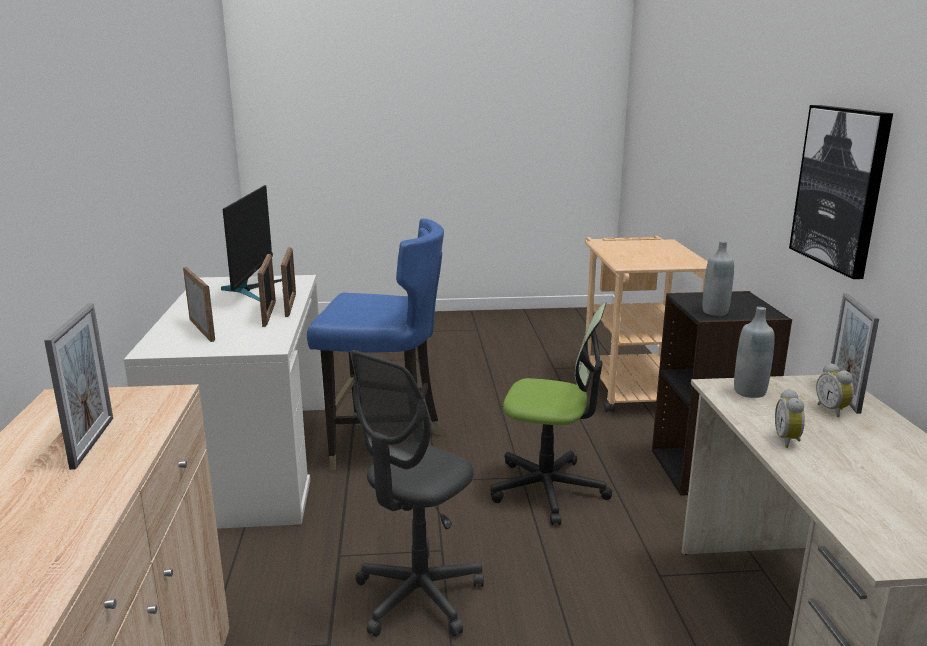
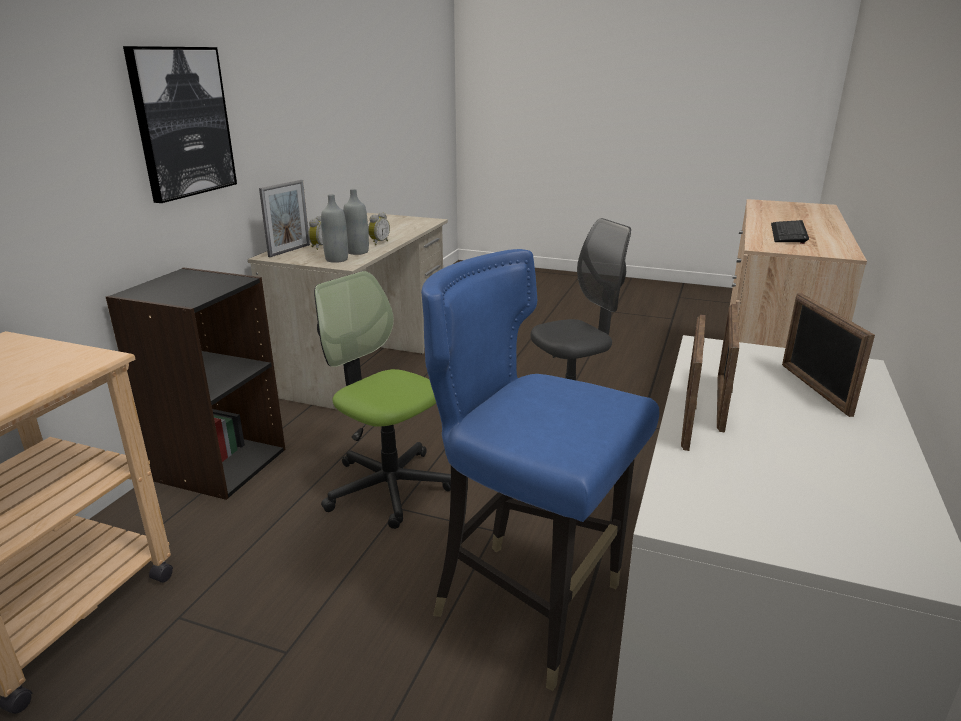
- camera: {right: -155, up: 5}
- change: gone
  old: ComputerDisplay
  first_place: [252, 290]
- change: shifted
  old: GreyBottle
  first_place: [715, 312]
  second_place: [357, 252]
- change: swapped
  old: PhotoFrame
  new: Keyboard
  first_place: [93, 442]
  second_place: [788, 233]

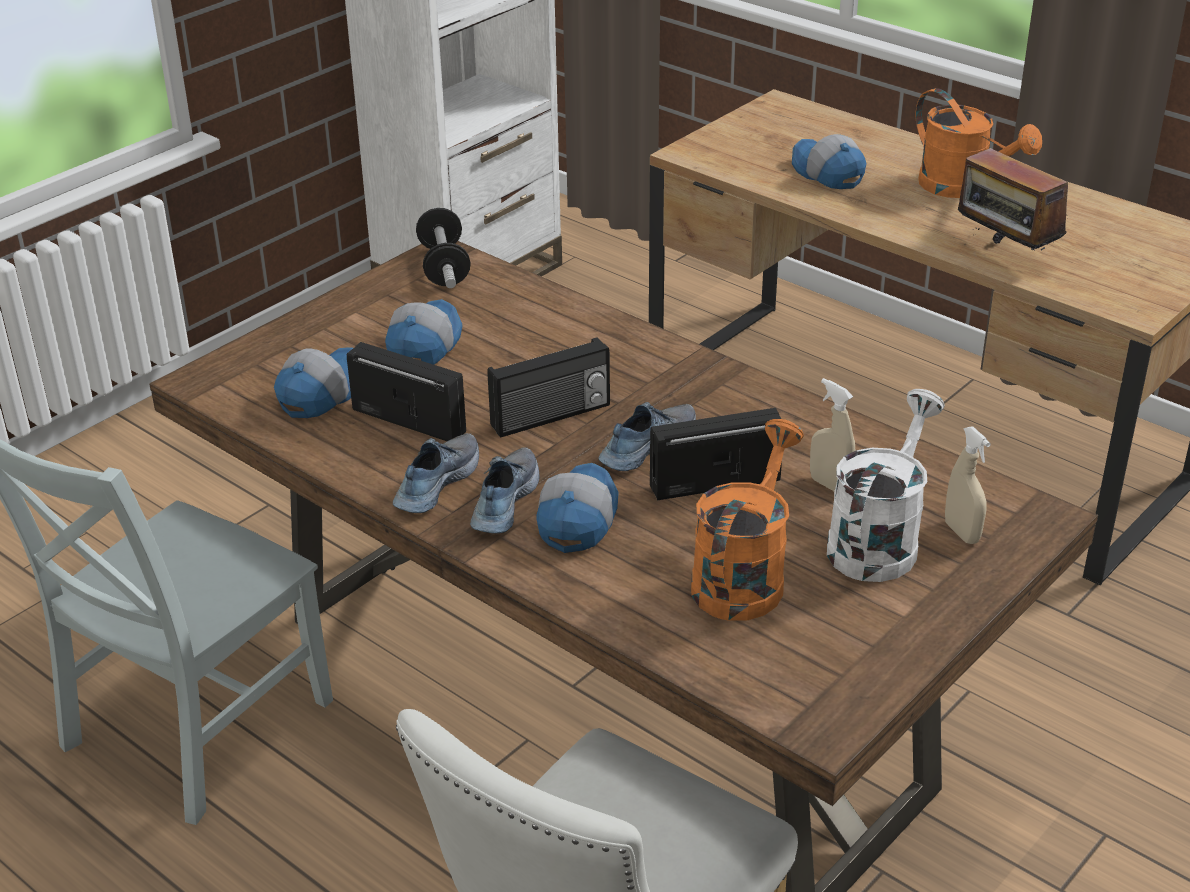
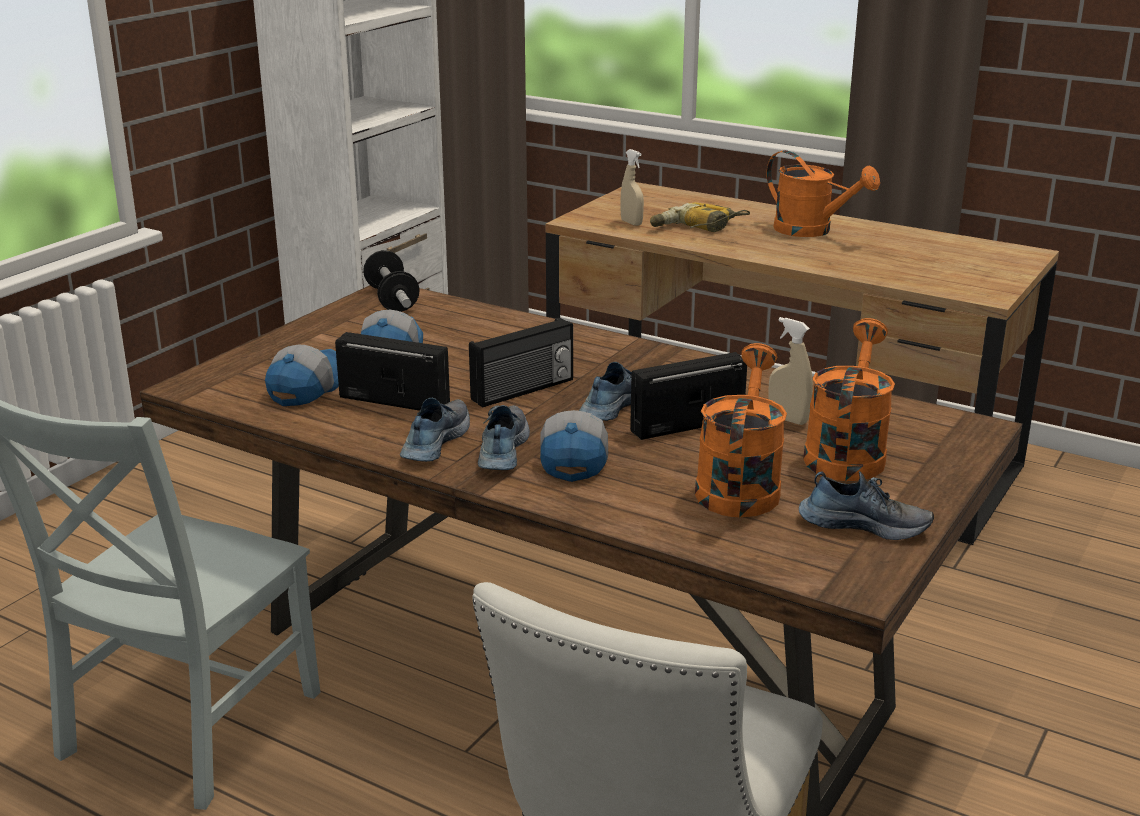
- camera: {right: -10, up: -10}
- change: gone
  old: RadioSet
  first_place: [1004, 253]
- change: new
  new: LowShoe
  second_place: [864, 524]
- change: shifted
  old: SandColouredSprayBottle
  first_place: [962, 533]
  second_place: [631, 223]
- change: swapped
  old: PeakedCap
  new: ElectricDrill
  first_place: [826, 174]
  second_place: [697, 228]
- change: repainted
  old: WhitishWateringPot
  new: OrangeyWateringPot
  first_place: [878, 540]
  second_place: [846, 453]

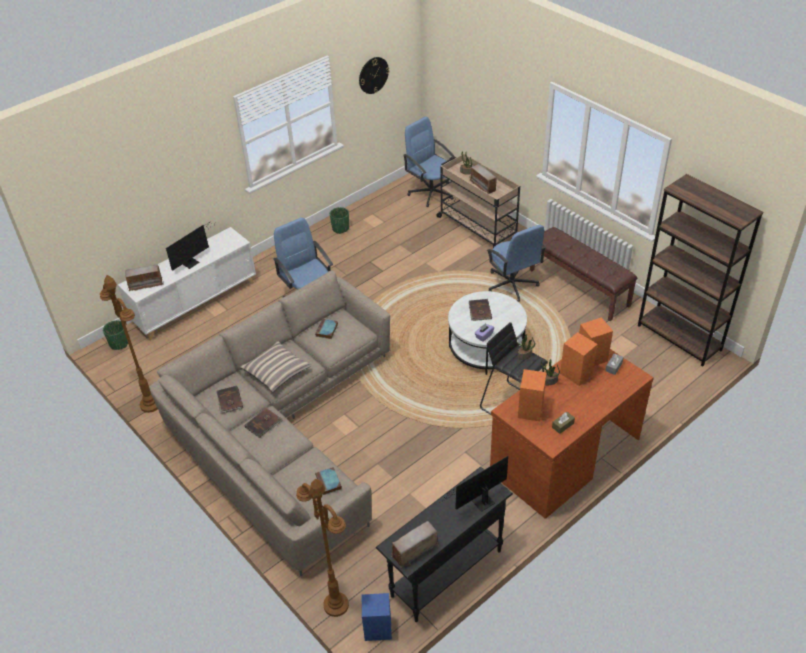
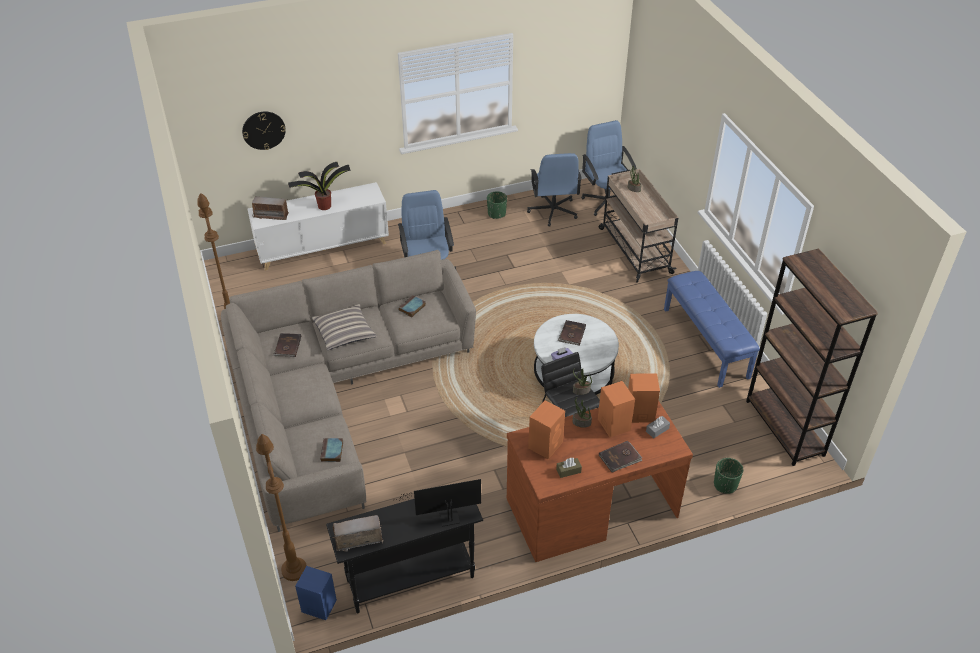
- camera: {right: 20, up: 0}
- change: gone
  old: RadioSet
  first_place: [483, 186]
- change: shifted
  old: GreenishFlowerPot
  first_place: [119, 343]
  second_place: [725, 485]
- change: shifted
  old: BrownBoundBook
  first_place: [263, 424]
  second_place: [620, 458]
- change: shifted
  old: ClockOnTheWall
  first_place: [373, 75]
  second_place: [263, 130]
- change: shifted
  old: BlueComputerChair
  first_place: [512, 285]
  second_place: [553, 211]
- change: swapped
  old: ComputerDisplay
  new: PottedPlant
  first_place: [192, 262]
  second_place: [323, 206]
- change: repainted
  old: BrownLongSeat
  new: BlueLongSeat
  first_place: [579, 287]
  second_place: [706, 343]

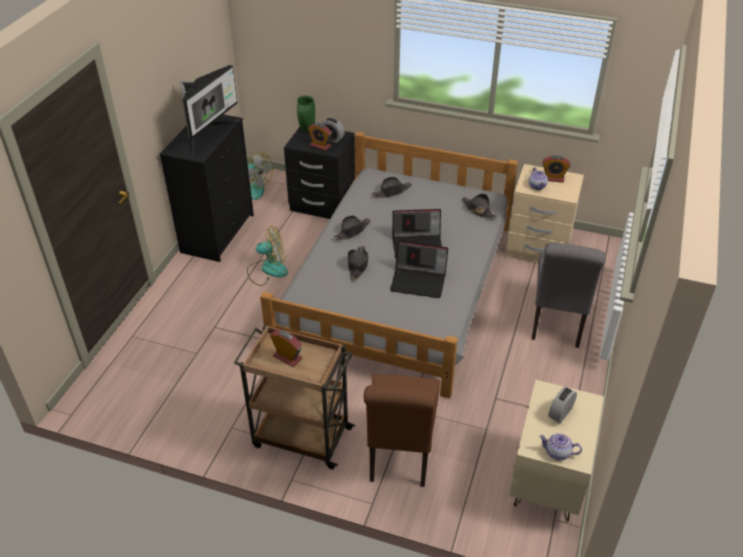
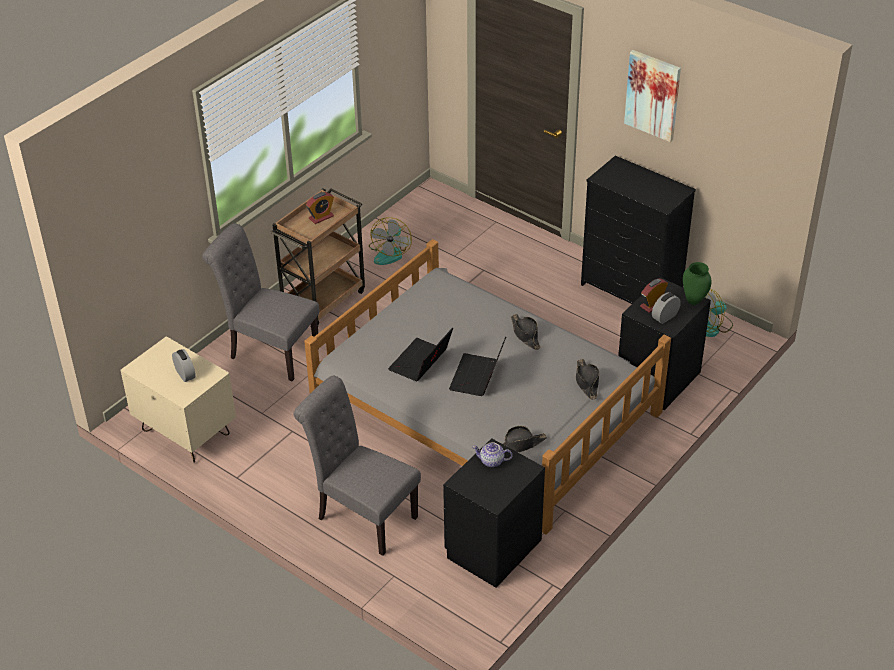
- camera: {right: 110, up: 0}
- change: gone
  old: ComputerDisplay
  first_place: [208, 135]
- change: gone
  old: BlackishWearableHat
  first_place: [357, 266]
- change: gone
  old: PotForTea
  first_place: [558, 453]
- change: gone
  old: TableClock
  first_place: [553, 178]
- change: new
  new: WallPicture
  second_place: [653, 95]
- change: shifted
  old: ElectricFan
  first_place: [267, 270]
  second_place: [390, 252]
- change: repainted
  old: BrownUprightChair
  new: GreyUprightChair
  first_place: [400, 455]
  second_place: [269, 352]
- change: repainted
  old: SandColouredNightstand
  new: BlackishNightstand
  first_place: [537, 249]
  second_place: [492, 548]

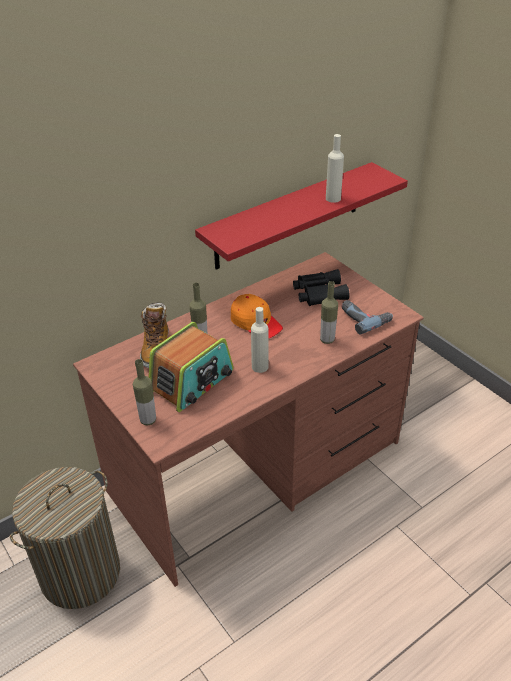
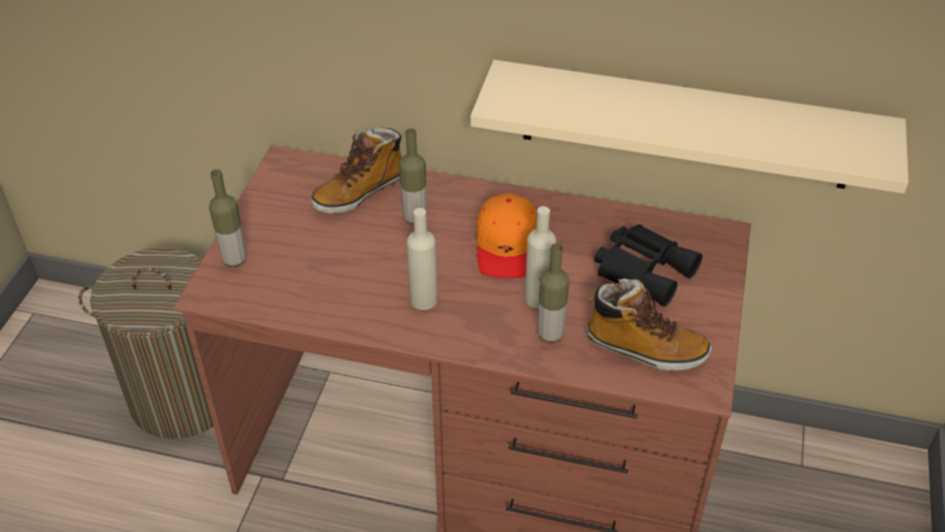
- camera: {right: 50, up: 5}
- change: gone
  old: RadioSet
  first_place: [192, 382]
- change: shifted
  old: SandColouredBottle
  first_place: [333, 198]
  second_place: [538, 298]
- change: swapped
  old: ElectricDrill
  new: TallBoot
  first_place: [364, 318]
  second_place: [645, 348]
- change: repainted
  old: RedBracketShelf
  new: SandColouredBracketShelf
  first_place: [289, 216]
  second_place: [686, 125]

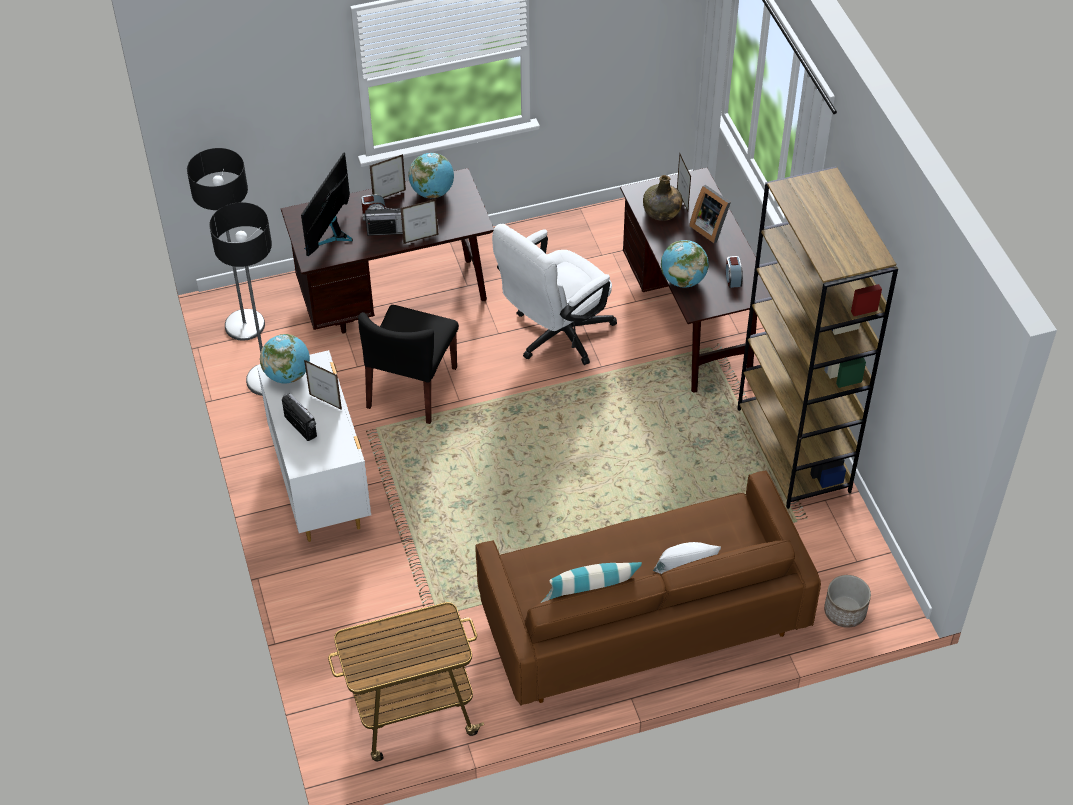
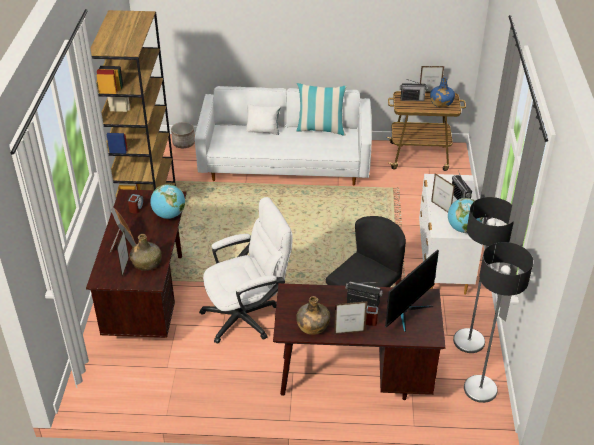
- camera: {right: -160, up: -10}
- change: new
  new: RadioSet
  second_place: [412, 99]
- change: new
  new: BlueBottle
  second_place: [441, 103]
- change: shifted
  old: PhotoFrame
  first_place: [421, 239]
  second_place: [429, 92]
- change: swapped
  old: WorldGlobe
  new: GreenishBottle
  first_place: [432, 192]
  second_place: [312, 326]
- change: repainted
  old: BrownSofa
  new: WhitishSofa
  first_place: [642, 618]
  second_place: [285, 163]

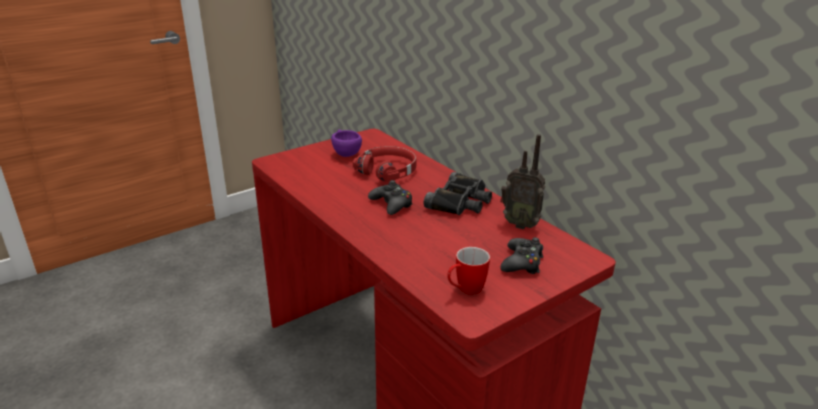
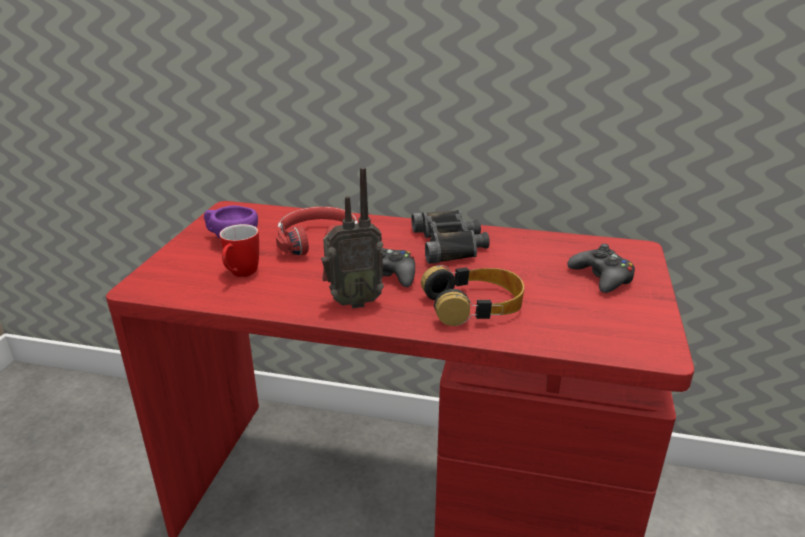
- camera: {right: -40, up: 0}
- change: new
  new: Headset
  second_place: [474, 305]
- change: shifted
  old: TeaMug
  first_place: [465, 290]
  second_place: [240, 275]
- change: shifted
  old: RadioSet
  first_place: [519, 224]
  second_place: [352, 302]

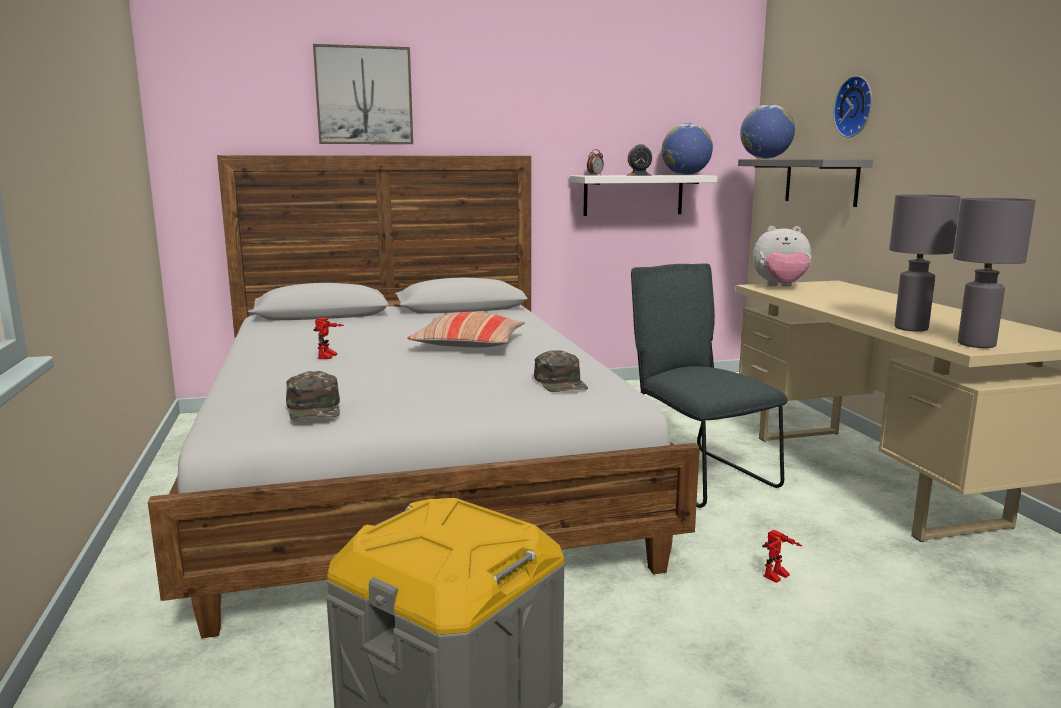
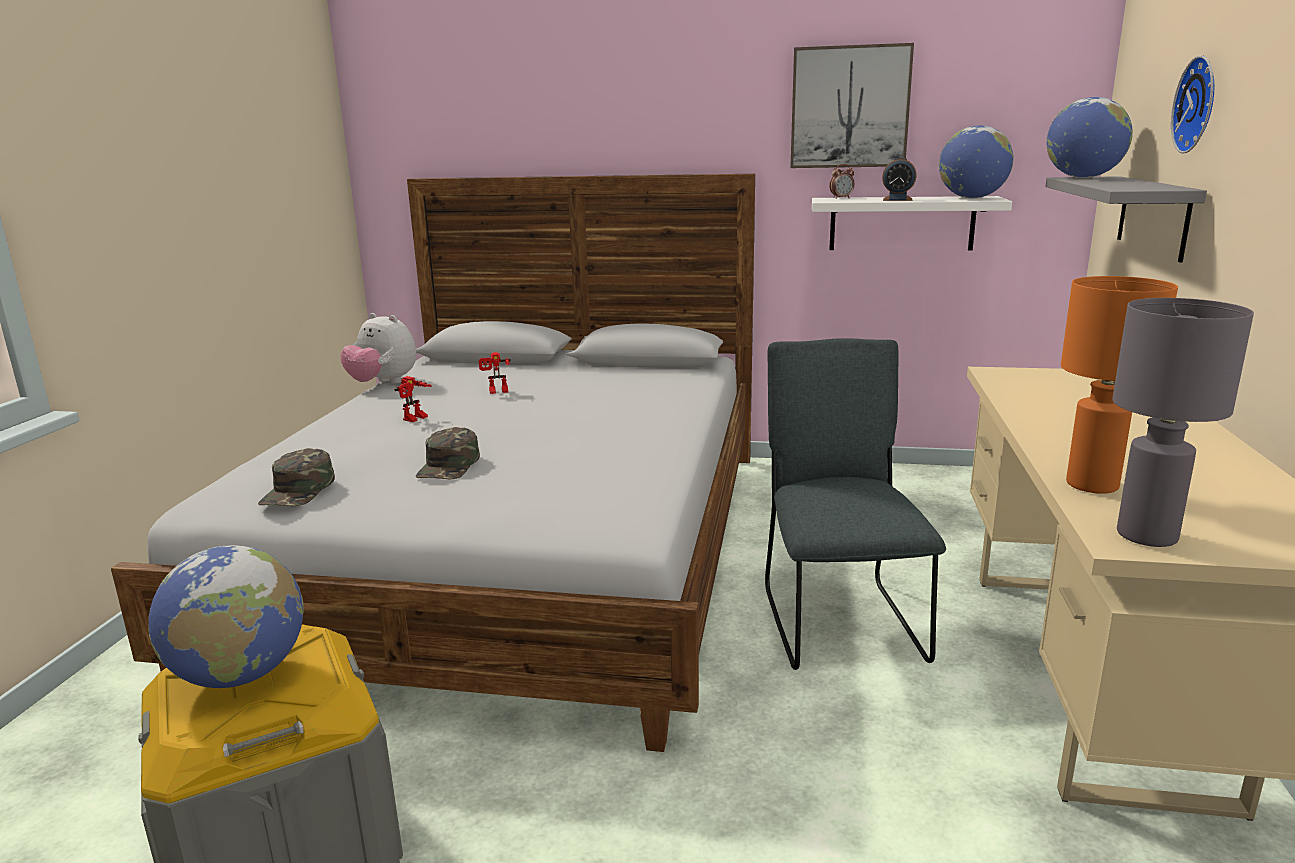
- camera: {right: 25, up: 5}
- change: gone
  old: Pillow
  first_place: [468, 345]
- change: new
  new: WorldGlobe
  second_place: [240, 675]
- change: shifted
  old: WallPicture
  first_place: [364, 96]
  second_place: [849, 107]
- change: shifted
  old: GreenishPeakedCap
  first_place: [561, 382]
  second_place: [449, 465]
- change: shifted
  old: CuddlyToy
  first_place: [781, 287]
  second_place: [383, 383]
- change: shifted
  old: ModelRobot
  first_place: [778, 578]
  second_place: [497, 392]
- change: repainted
  old: GreyLampForATable
  new: OrangeyLampForATable
  first_place: [911, 328]
  second_place: [1093, 485]

